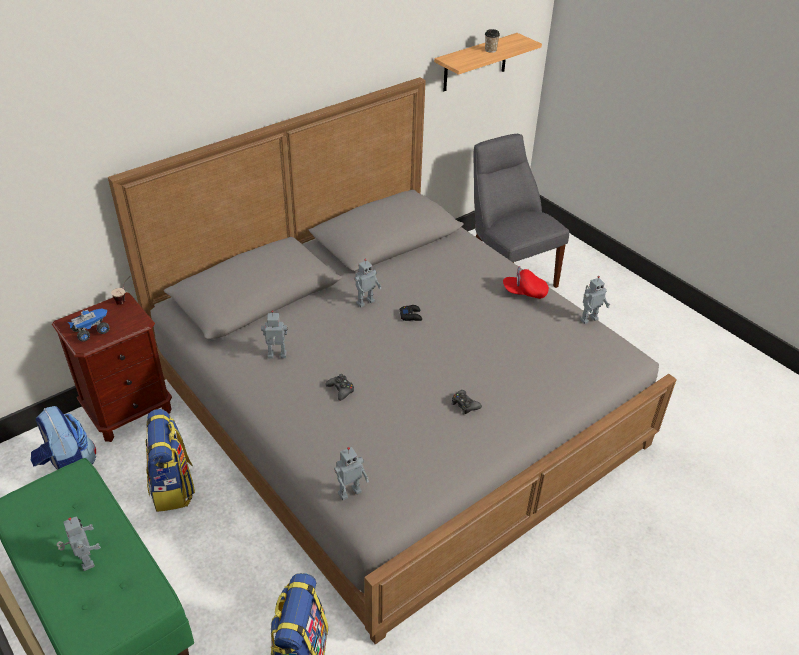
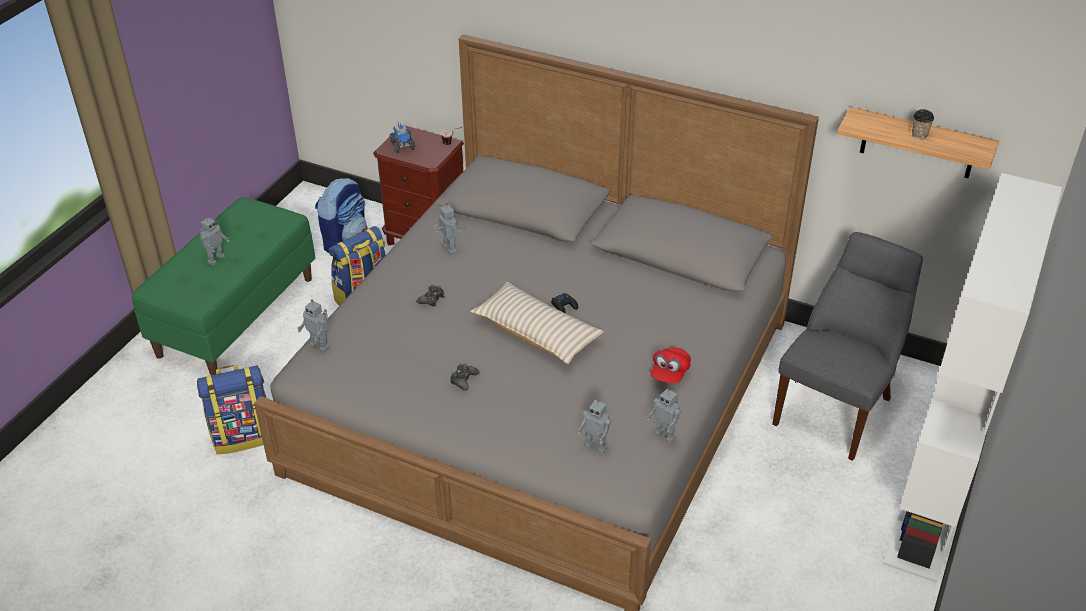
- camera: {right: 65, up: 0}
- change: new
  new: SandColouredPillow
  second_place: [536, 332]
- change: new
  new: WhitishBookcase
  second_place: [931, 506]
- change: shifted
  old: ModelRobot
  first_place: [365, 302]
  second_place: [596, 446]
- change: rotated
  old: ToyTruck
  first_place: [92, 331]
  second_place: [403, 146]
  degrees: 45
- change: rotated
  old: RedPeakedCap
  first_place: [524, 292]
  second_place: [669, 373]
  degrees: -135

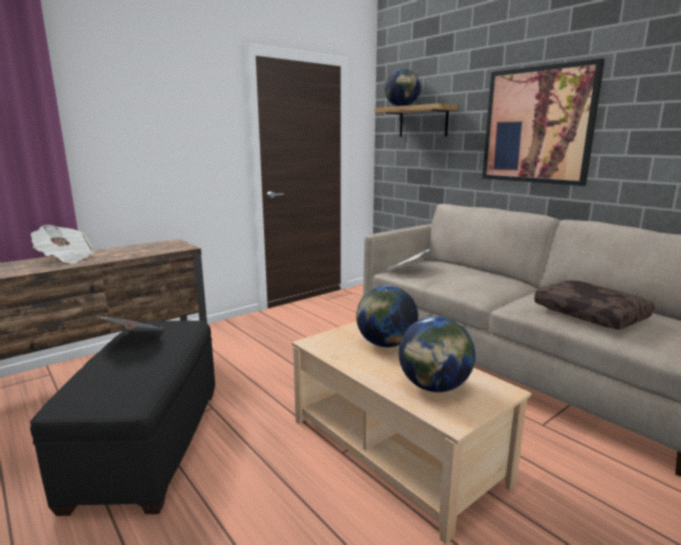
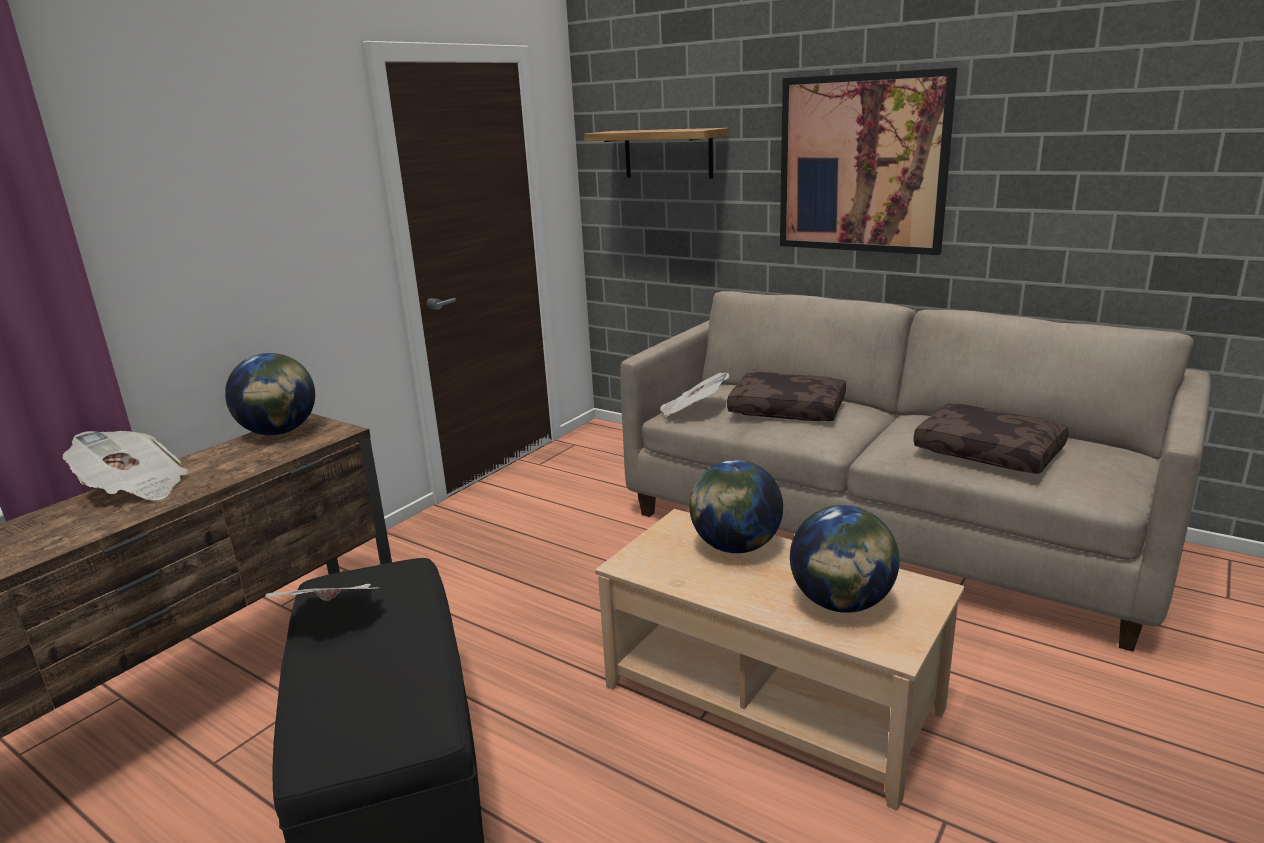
- camera: {right: -15, up: 5}
- change: new
  new: BrownPillow
  second_place: [788, 409]
- change: shifted
  old: WorldGlobe
  first_place: [401, 107]
  second_place: [279, 432]

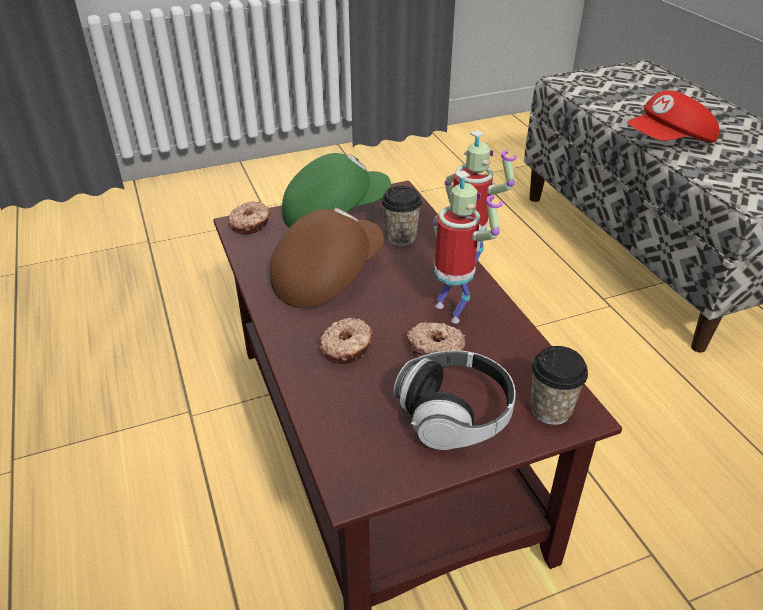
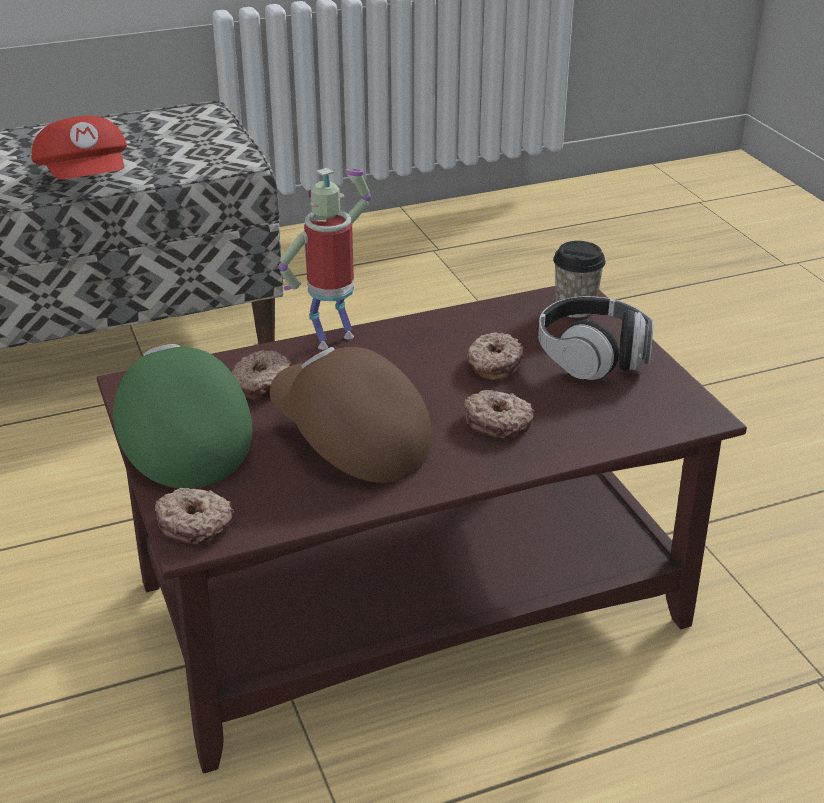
- camera: {right: -90, up: -5}
- change: gone
  old: ModelRobot
  first_place: [452, 311]
- change: swapped
  old: DrinkingCup
  new: Doughnut
  first_place: [400, 237]
  second_place: [263, 384]

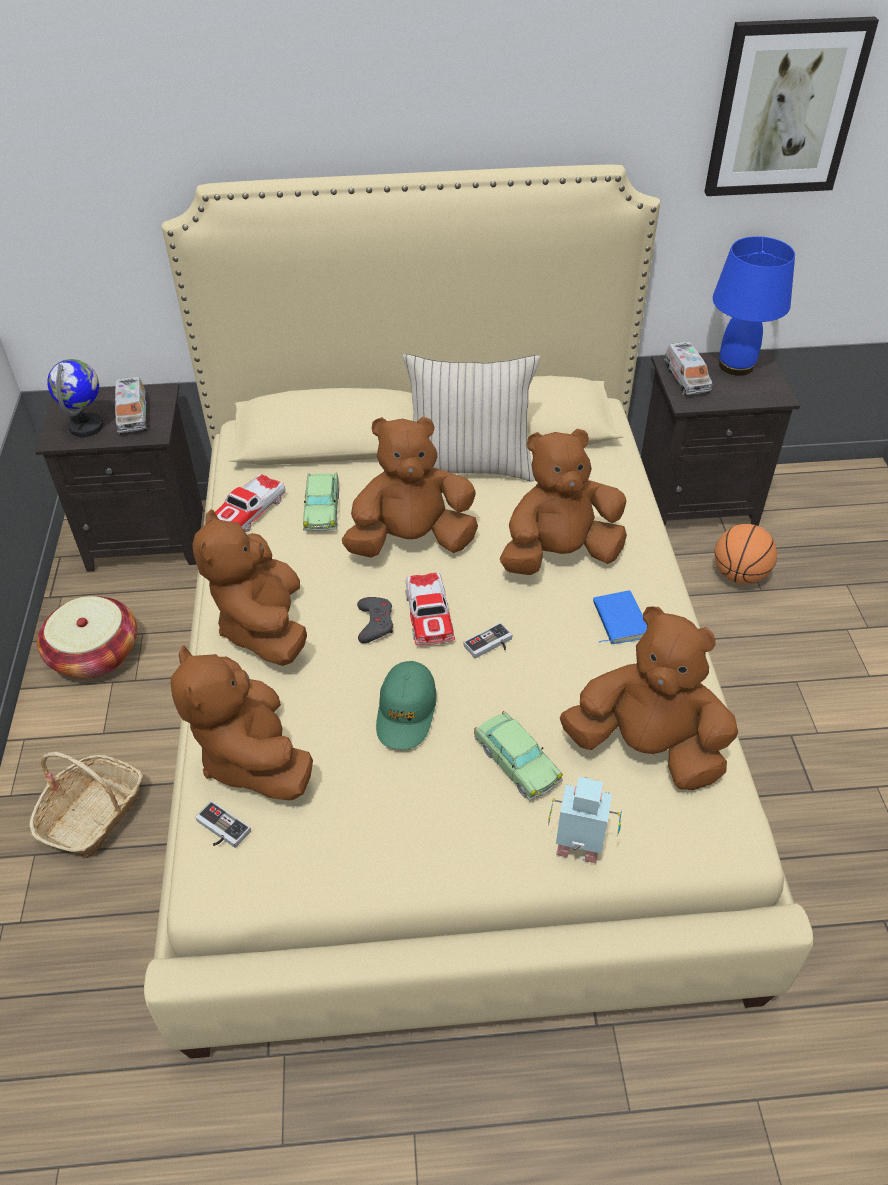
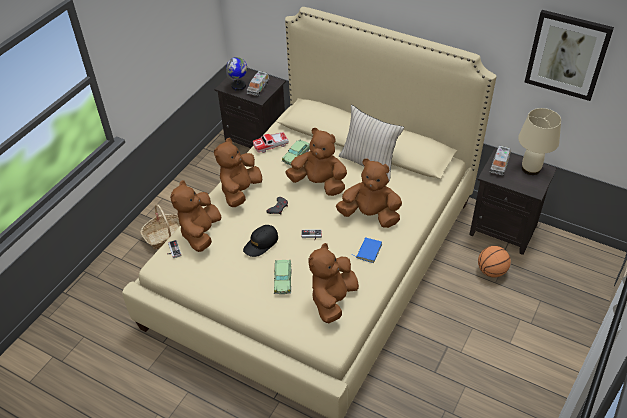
- camera: {right: 35, up: 0}
- change: gone
  old: HouseholdBasket
  first_place: [95, 654]
- change: gone
  old: MiniatureCar
  first_place: [429, 615]
- change: gone
  old: ModelRobot
  first_place: [579, 852]
- change: repainted
  old: GreenishPeakedCap
  new: BlackishPeakedCap
  first_place: [406, 711]
  second_place: [261, 244]
- change: repainted
  old: BlueLampForATable
  new: SandColouredLampForATable
  first_place: [737, 365]
  second_place: [531, 169]
- change: rotated
  old: BrownCuddlyToy
  first_place: [646, 748]
  second_place: [333, 300]
  degrees: -120

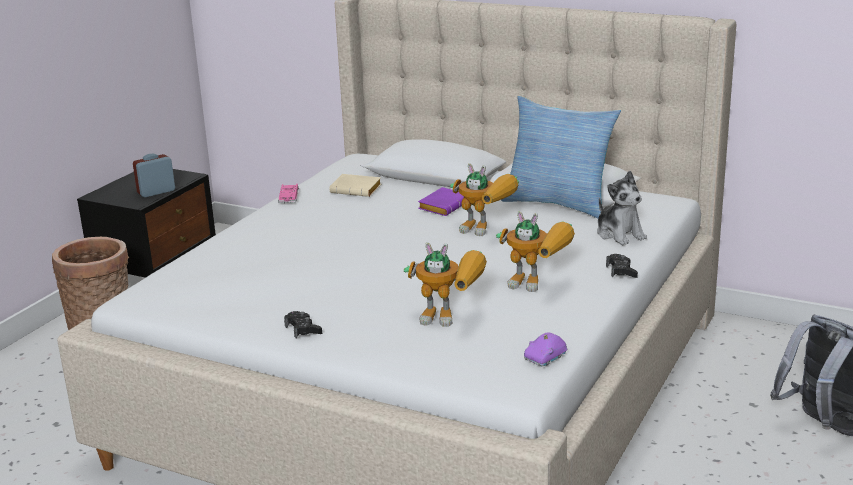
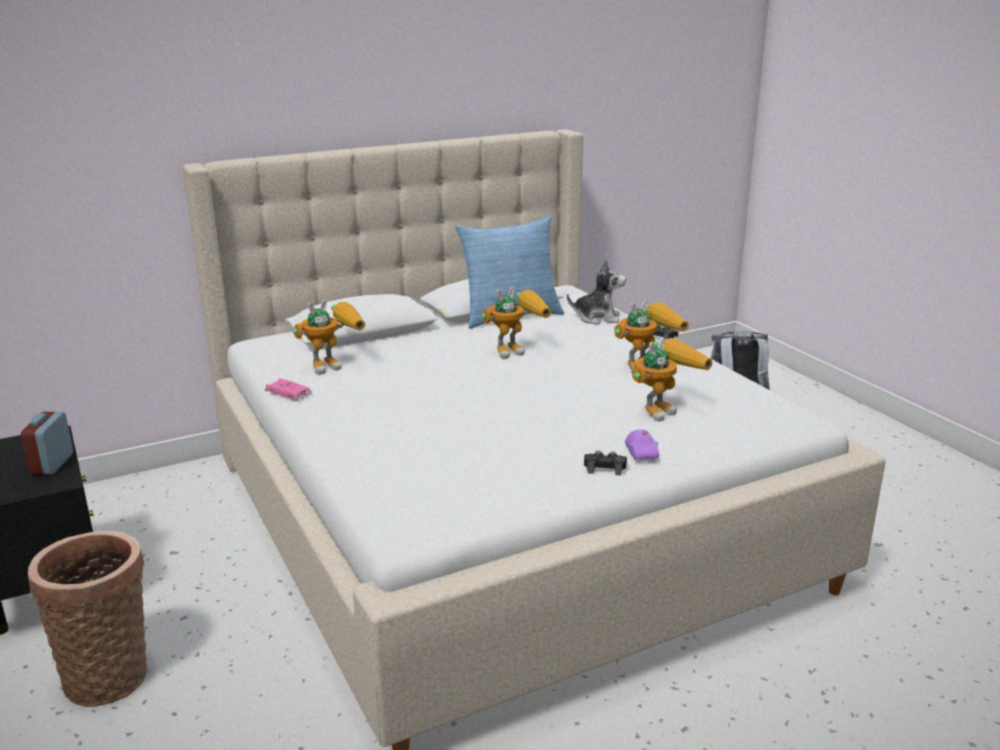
- camera: {right: -55, up: 0}
- change: gone
  old: PurpleColouredBoundBook
  first_place: [443, 206]
- change: shifted
  old: PurpleColouredMiniatureCar
  first_place: [546, 358]
  second_place: [642, 454]
- change: swapped
  old: SandColouredBoundBook
  new: ModelRobot
  first_place: [357, 190]
  second_place: [334, 364]

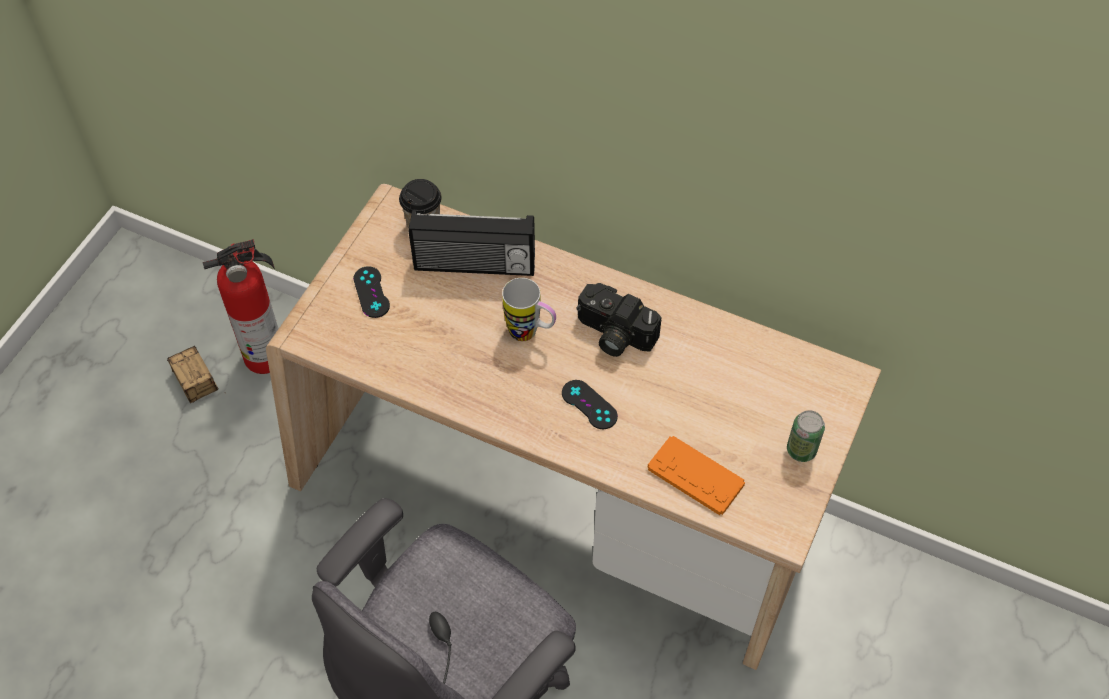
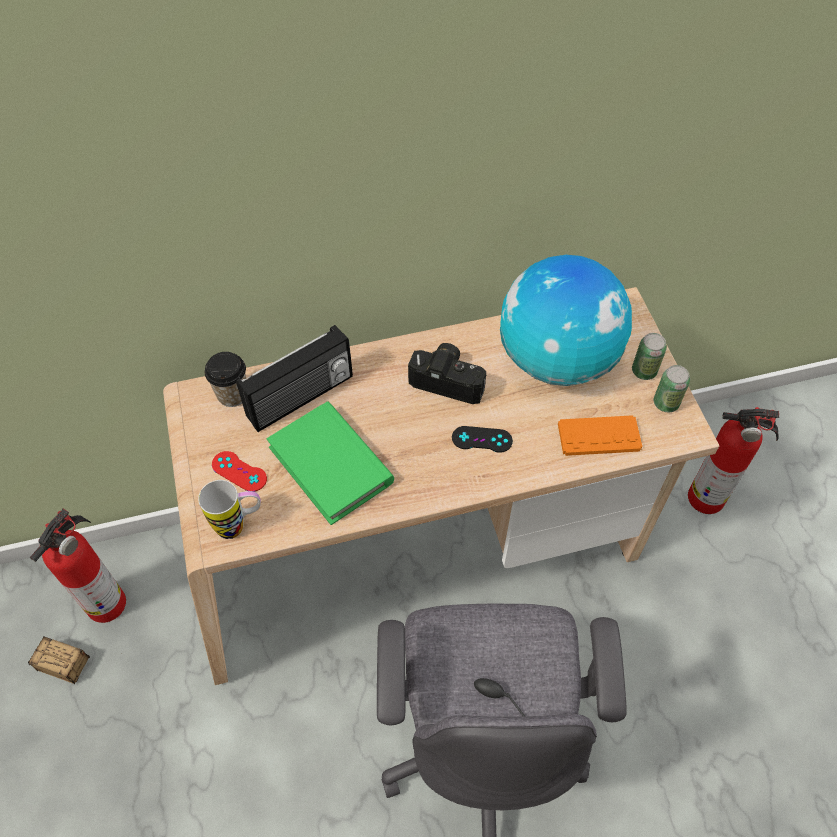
- camera: {right: -40, up: 0}
- change: new
  new: GreenishBoundBook
  second_place: [331, 465]
- change: new
  new: WorldGlobe
  second_place: [557, 360]
- change: new
  new: MetalCan
  second_place: [666, 403]
- change: new
  new: Extinguisher
  second_place: [709, 498]
- change: shifted
  old: TeaMug
  first_place: [530, 334]
  second_place: [239, 525]
- change: repainted
  old: BlackishJoypad
  new: RedJoypad
  first_place: [371, 292]
  second_place: [239, 471]
- change: rotated
  old: PhotoCamera
  first_place: [613, 334]
  second_place: [449, 379]
  degrees: -150

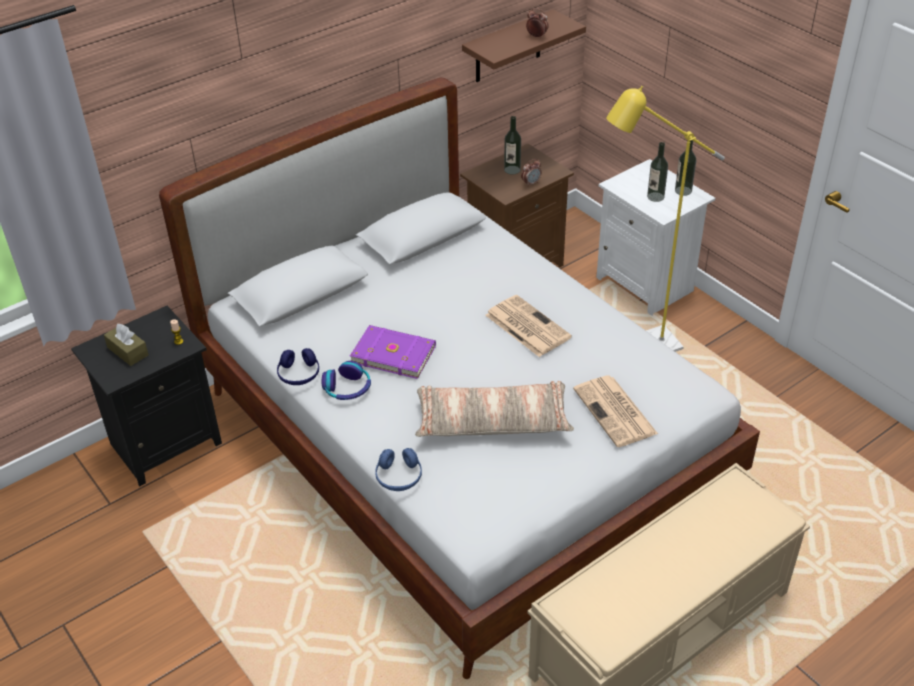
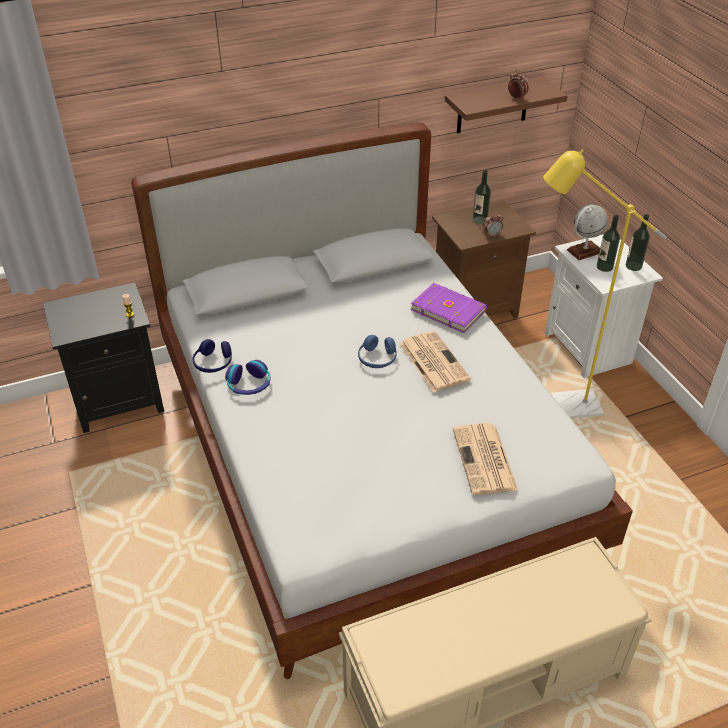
- camera: {right: 15, up: 0}
- change: gone
  old: BrownTissueHolder
  first_place: [128, 351]
- change: gone
  old: Pillow
  first_place: [492, 421]
- change: new
  new: WorldGlobe
  second_place: [584, 251]
- change: shifted
  old: PurpleColouredBoundBook
  first_place: [393, 353]
  second_place: [448, 309]
- change: shifted
  old: BlueHeadset
  first_place: [399, 477]
  second_place: [377, 359]

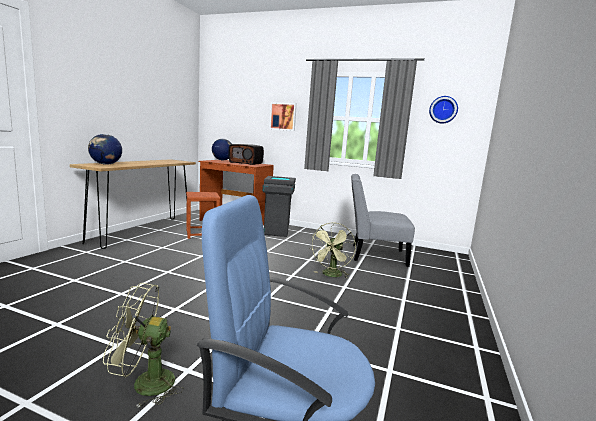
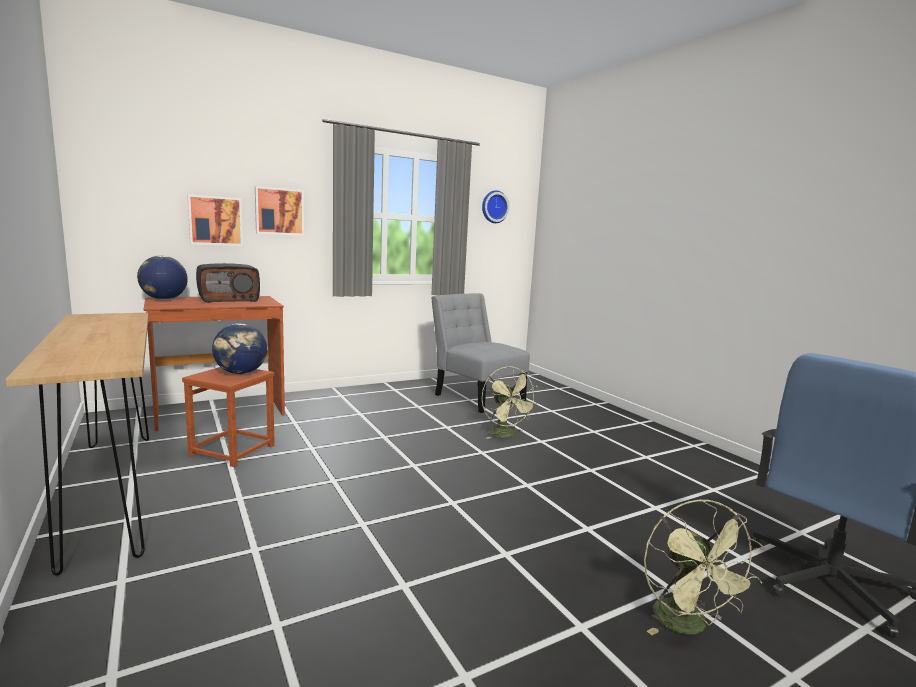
- camera: {right: -50, up: 0}
- change: gone
  old: GreyTrashCan
  first_place: [276, 233]
- change: new
  new: WallPicture
  second_place: [215, 220]
- change: shifted
  old: WorldGlobe
  first_place: [106, 164]
  second_place: [241, 373]
- change: rotated
  old: GreenishElectricFan
  first_place: [144, 384]
  second_place: [688, 626]
  degrees: -45
- change: rotated
  old: GreyUprightChair
  first_place: [374, 255]
  second_place: [476, 396]
  degrees: 90

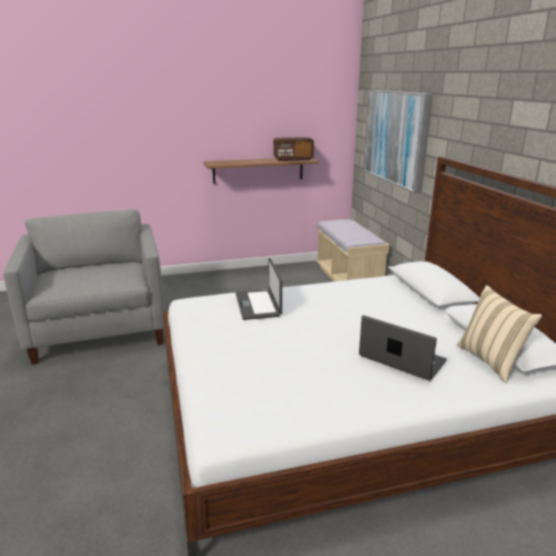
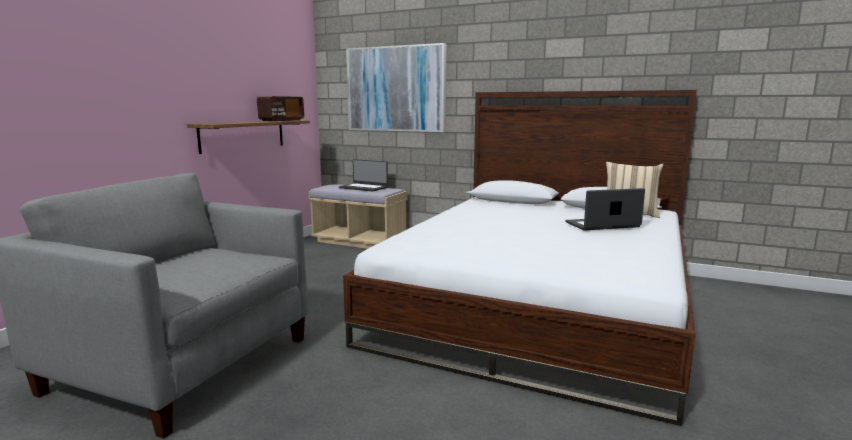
- camera: {right: -50, up: -10}
- change: shifted
  old: NotebookComputer
  first_place: [258, 304]
  second_place: [363, 187]

